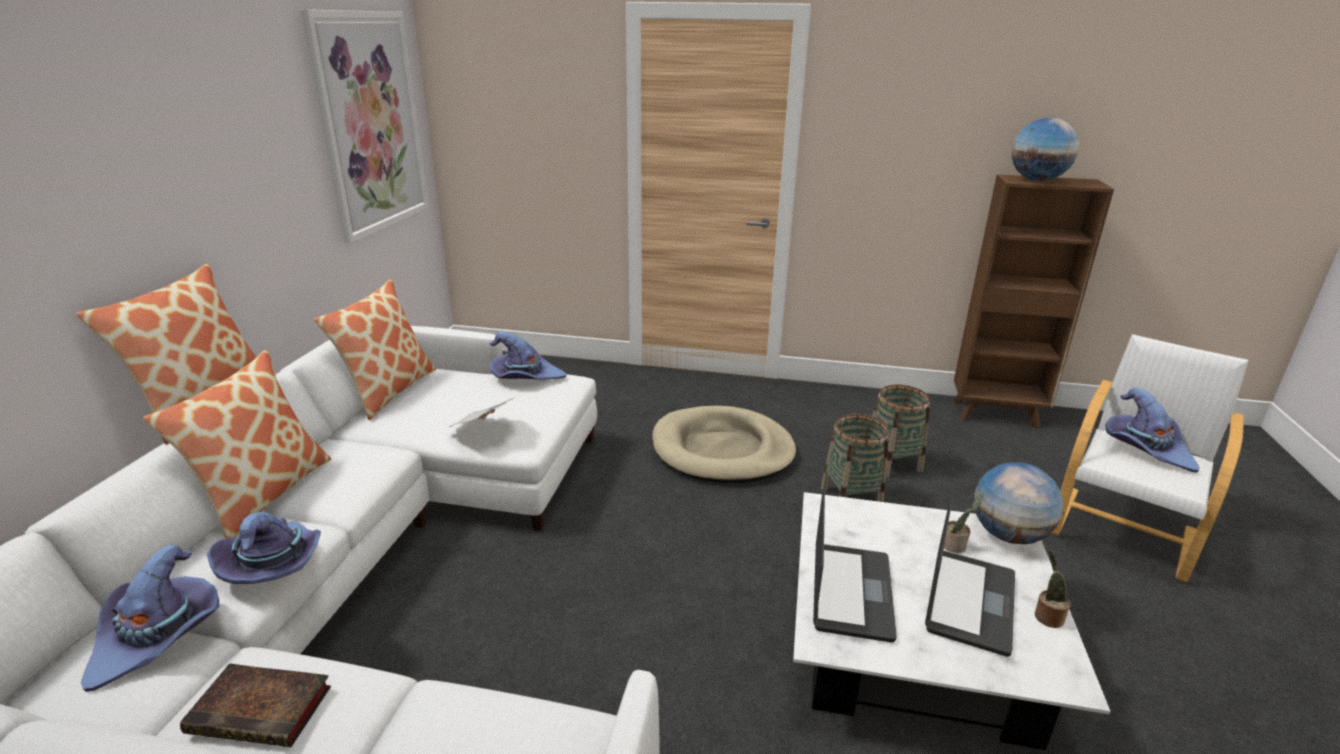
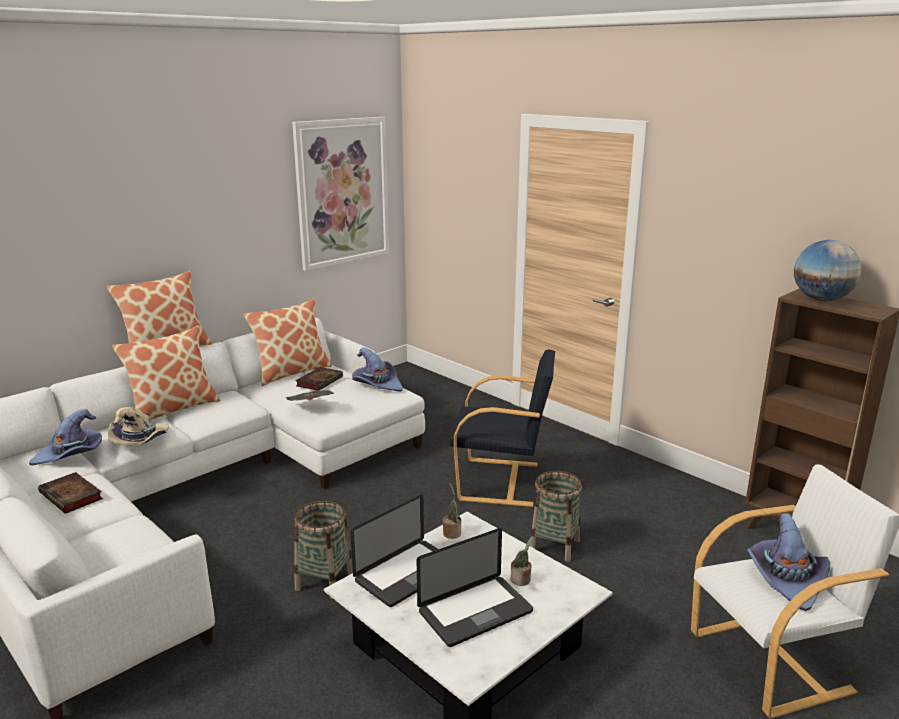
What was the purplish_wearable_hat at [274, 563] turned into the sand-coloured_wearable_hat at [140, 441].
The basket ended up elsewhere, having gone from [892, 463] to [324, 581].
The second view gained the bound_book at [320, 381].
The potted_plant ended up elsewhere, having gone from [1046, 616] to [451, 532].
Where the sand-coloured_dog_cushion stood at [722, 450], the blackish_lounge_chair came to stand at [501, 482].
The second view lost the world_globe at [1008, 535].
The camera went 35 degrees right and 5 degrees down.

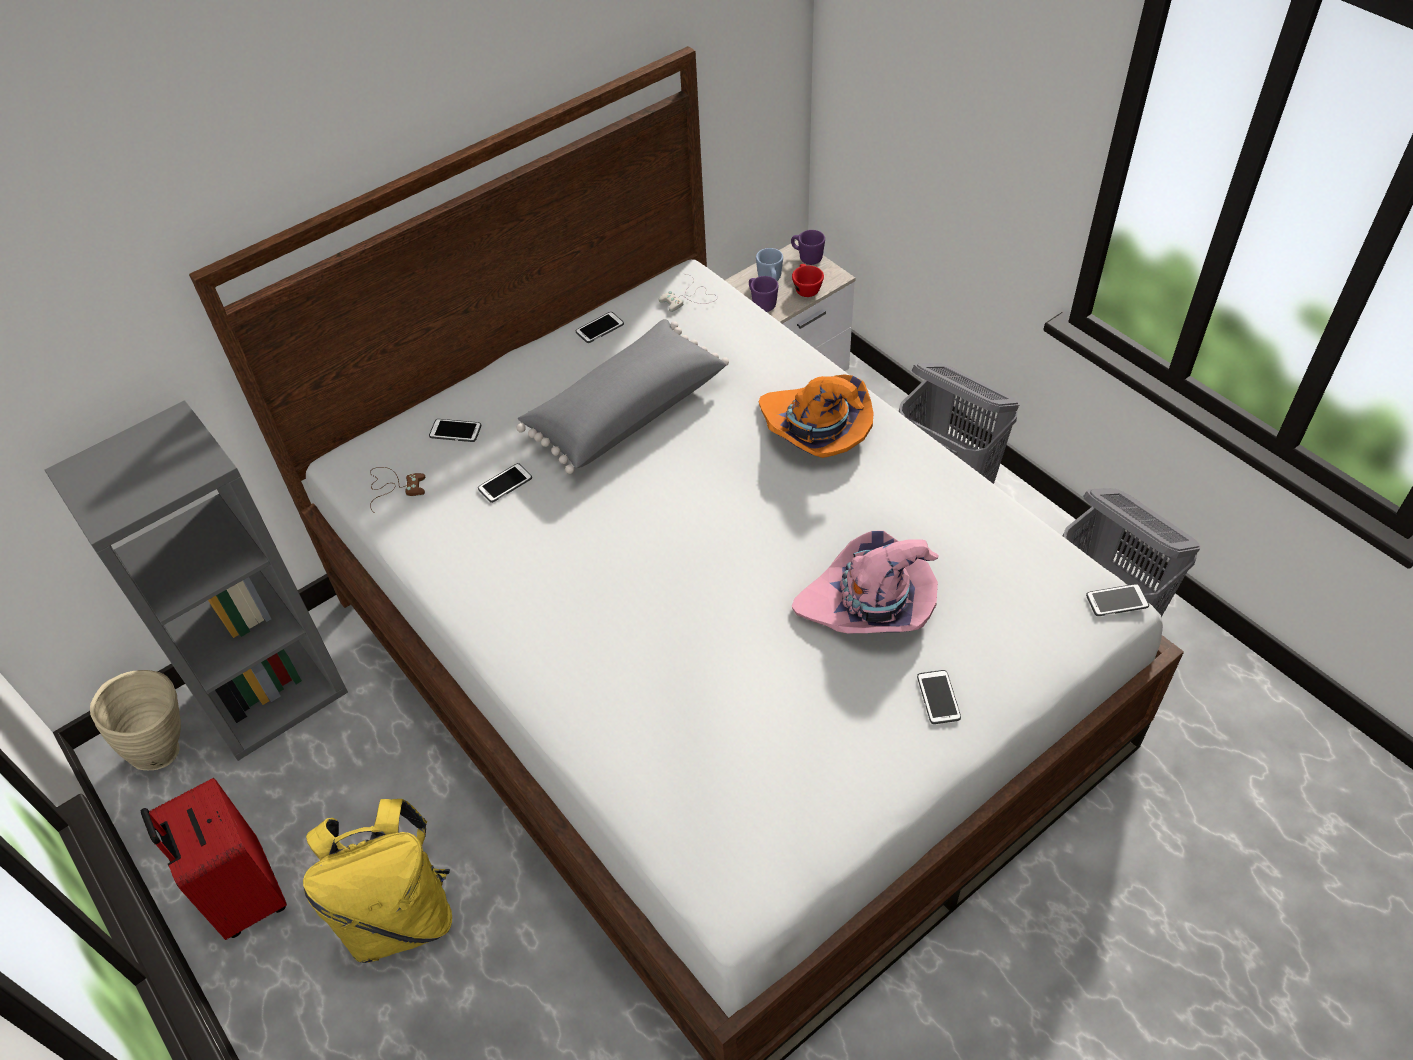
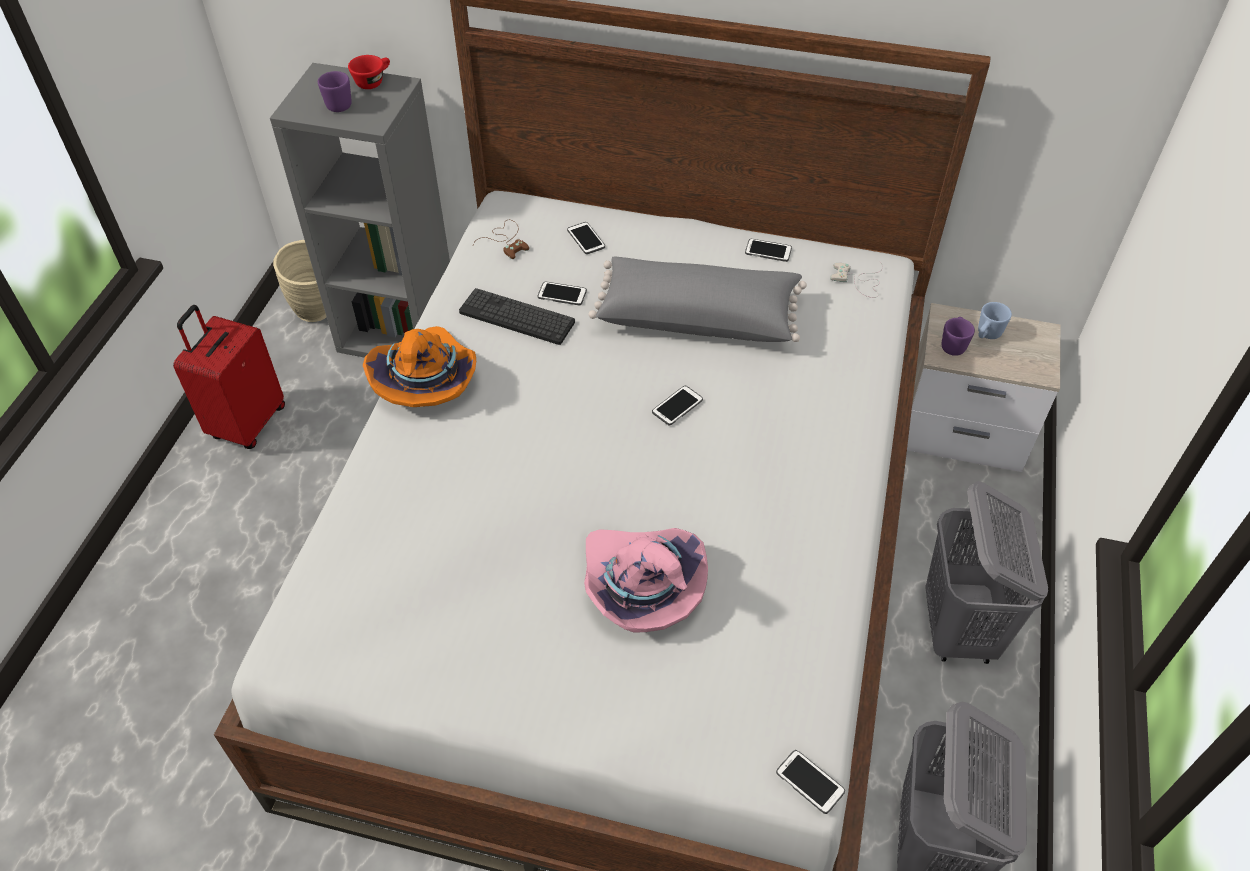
The purplish_tea_mug ended up elsewhere, having gone from [807, 258] to [339, 103].
The red-coloured_drinking_cup ended up elsewhere, having gone from [805, 288] to [373, 81].
The orangey_wearable_hat ended up elsewhere, having gone from [815, 430] to [426, 378].
The second view gained the keyboard at [517, 317].
The telephone ended up elsewhere, having gone from [938, 697] to [677, 406].
The second view lost the yellow-coloured_rucksack at [400, 915].
The camera went 50 degrees right and 0 degrees up.

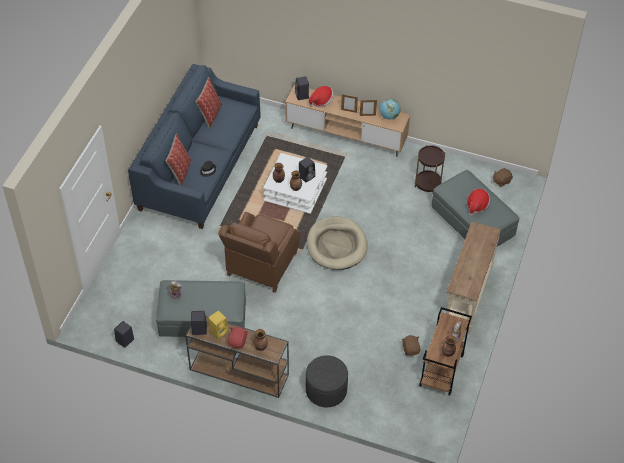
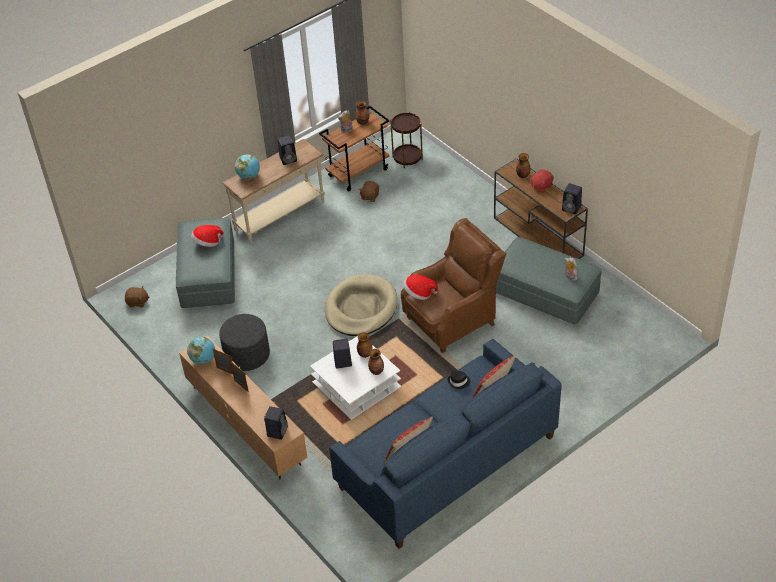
The grey_footrest ended up elsewhere, having gone from [326, 390] to [247, 354].
The second view gained the world_globe at [249, 176].
The blackish_loudspeaker ended up elsewhere, having gone from [124, 341] to [288, 159].
The brownish_side_table ended up elsewhere, having gone from [428, 183] to [407, 158].
The wearable_hat ended up elsewhere, having gone from [321, 101] to [419, 293].
The second view lost the yellow-coloured_loudspeaker at [219, 331].
The camera went 145 degrees left and 5 degrees down.

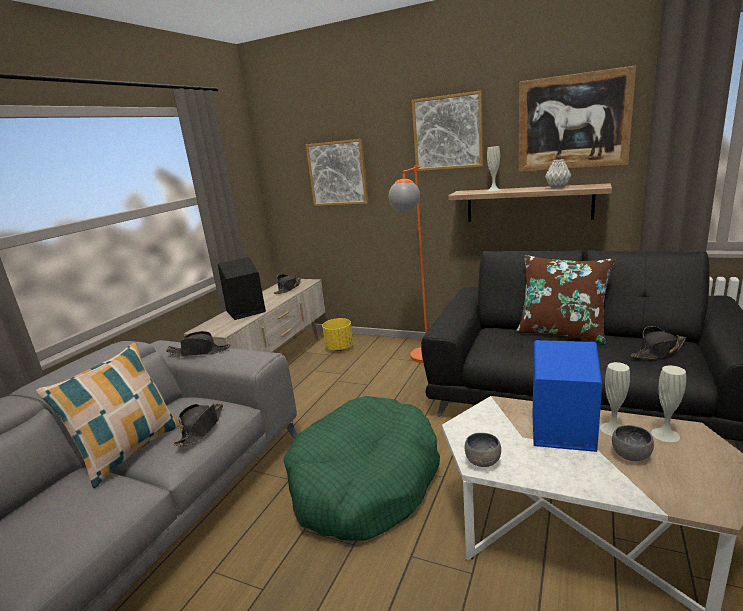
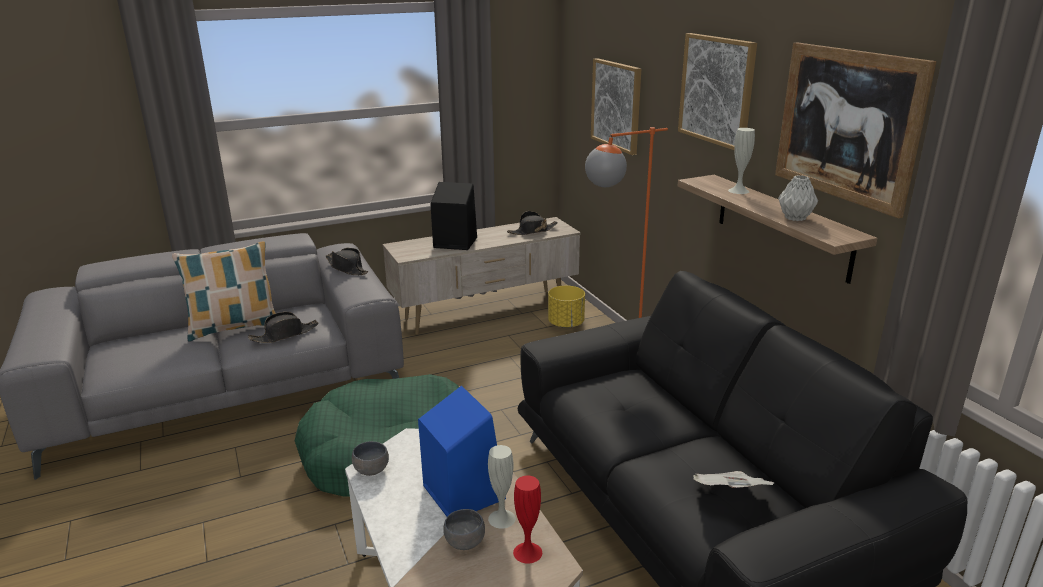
What was the white-coloured_flower_vase at [665, 434] turned into the red-coloured_flower_vase at [527, 552].
Where the blackish_wearable_hat stood at [658, 351], the daily_paper came to stand at [730, 497].
The second view lost the brownish_throw_pillow at [561, 332].
The camera went 40 degrees right and 5 degrees up.

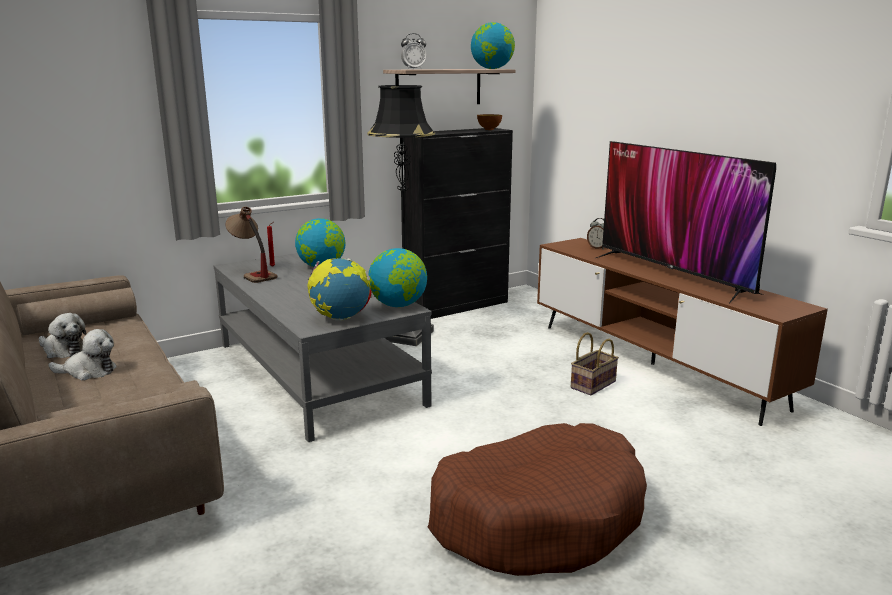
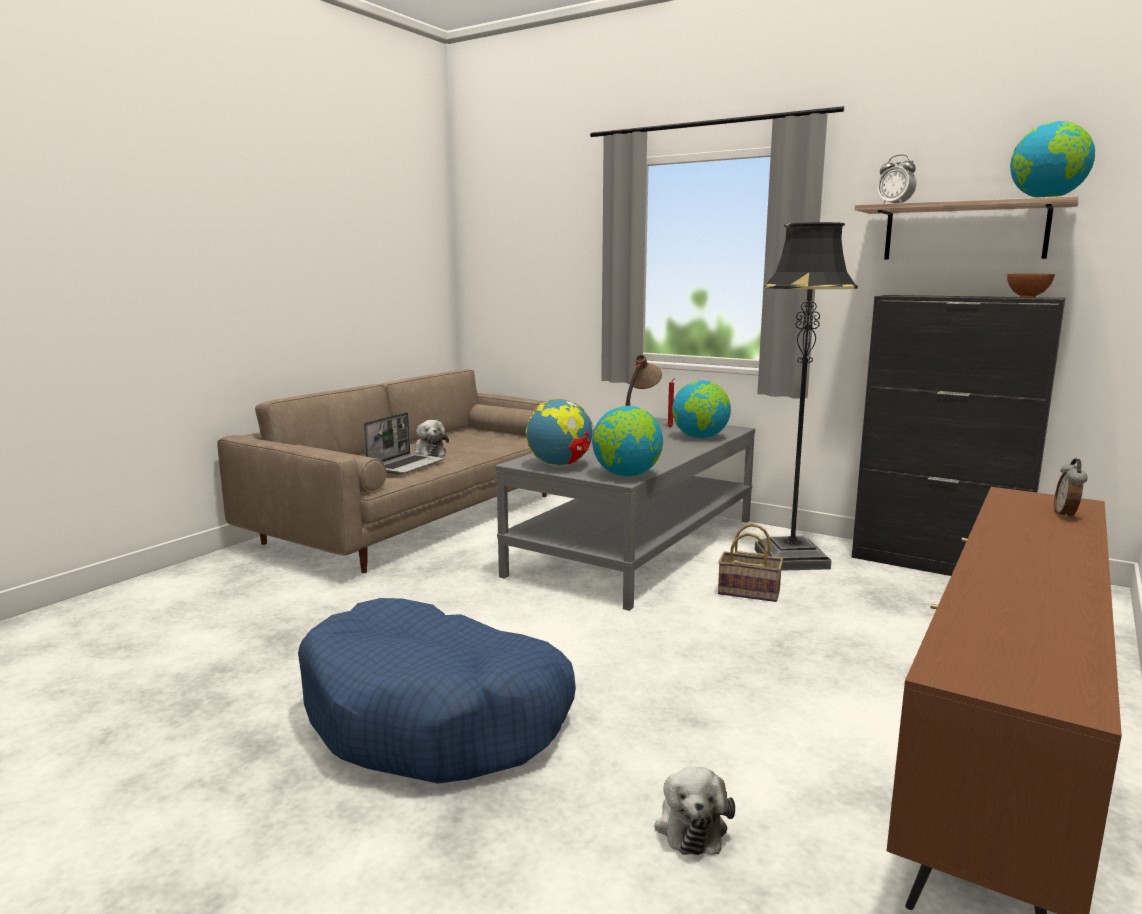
What was the brownish_dog_cushion at [537, 517] turned into the bluish_dog_cushion at [435, 717].
The second view gained the laptop at [406, 465].
The soft_toy ended up elsewhere, having gone from [63, 351] to [690, 825].
The basket ended up elsewhere, having gone from [593, 384] to [750, 592].
The second view lost the television at [673, 274].
The camera went 65 degrees right and 5 degrees down.

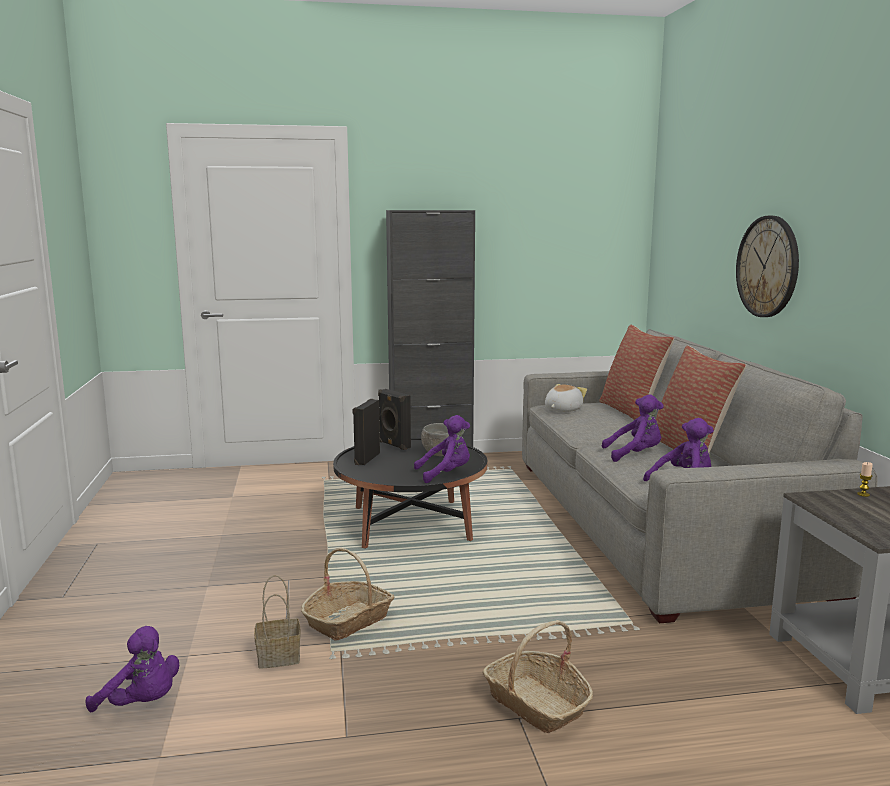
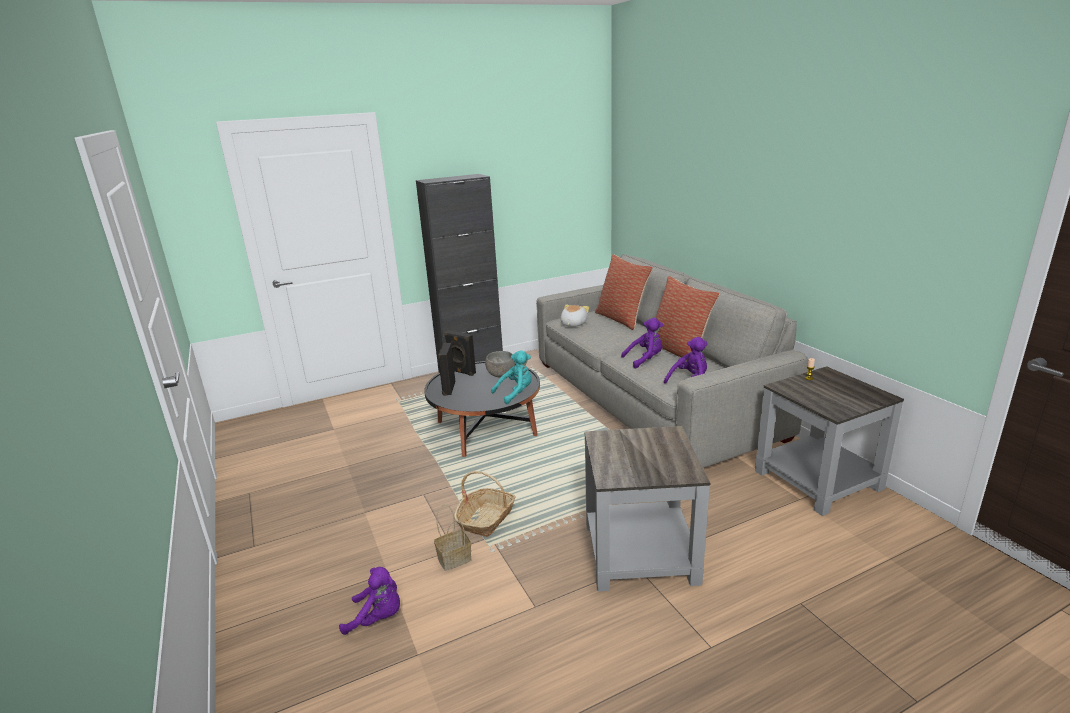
What was the purplish_soft_toy at [446, 474] turned into the blue-green_soft_toy at [516, 393].
Where the basket stood at [537, 703], the grey_side_table came to stand at [642, 553].
The second view lost the hanging_clock at [768, 266].
The camera went 15 degrees left and 10 degrees up.

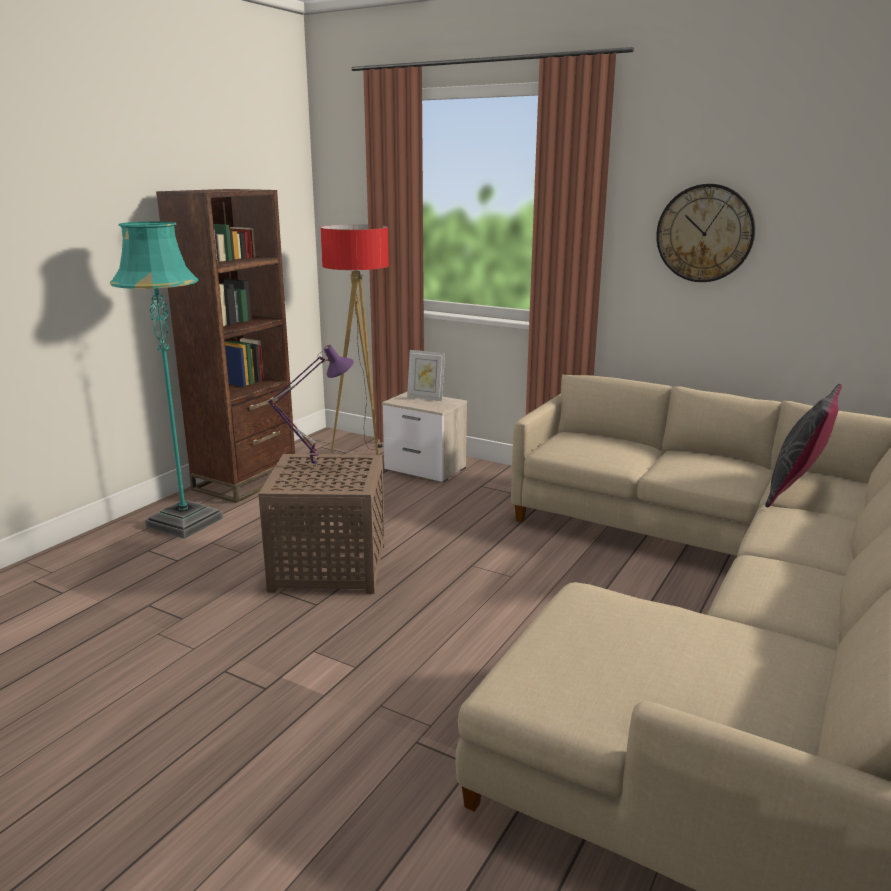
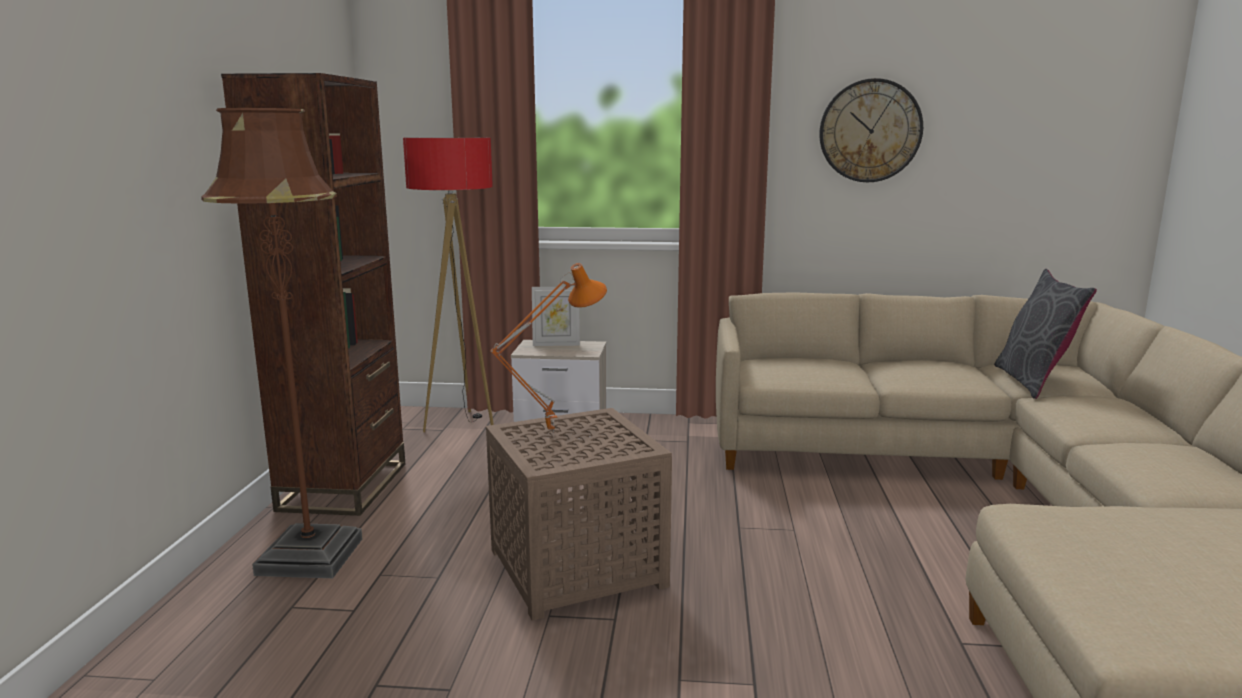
What was the blue-green_floor_lamp at [185, 523] turned into the brownish_floor_lamp at [310, 556].
What was the purplish_lamp_for_a_table at [315, 465] turned into the orangey_lamp_for_a_table at [550, 432].
The camera went 25 degrees left and 5 degrees down.

